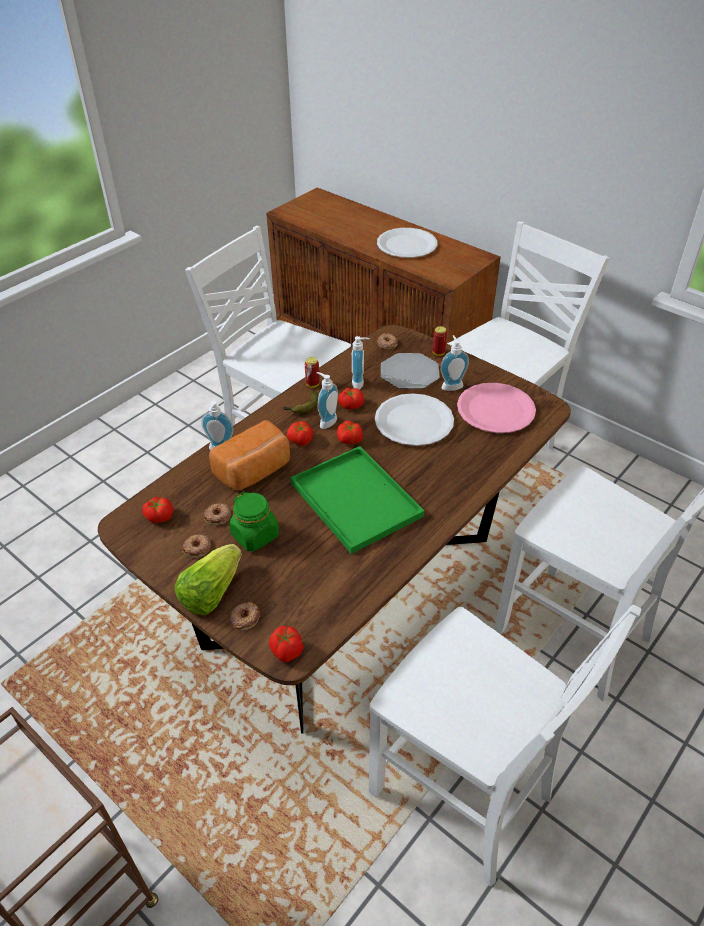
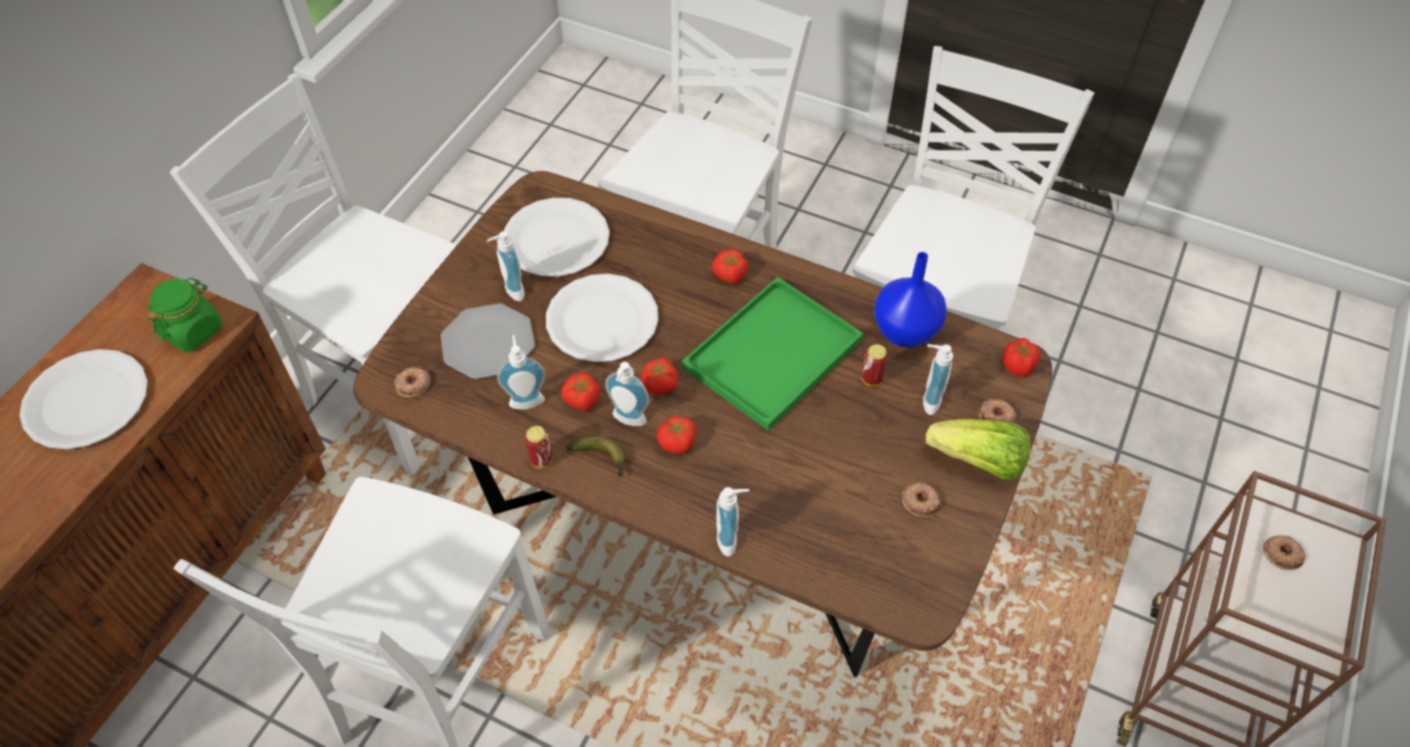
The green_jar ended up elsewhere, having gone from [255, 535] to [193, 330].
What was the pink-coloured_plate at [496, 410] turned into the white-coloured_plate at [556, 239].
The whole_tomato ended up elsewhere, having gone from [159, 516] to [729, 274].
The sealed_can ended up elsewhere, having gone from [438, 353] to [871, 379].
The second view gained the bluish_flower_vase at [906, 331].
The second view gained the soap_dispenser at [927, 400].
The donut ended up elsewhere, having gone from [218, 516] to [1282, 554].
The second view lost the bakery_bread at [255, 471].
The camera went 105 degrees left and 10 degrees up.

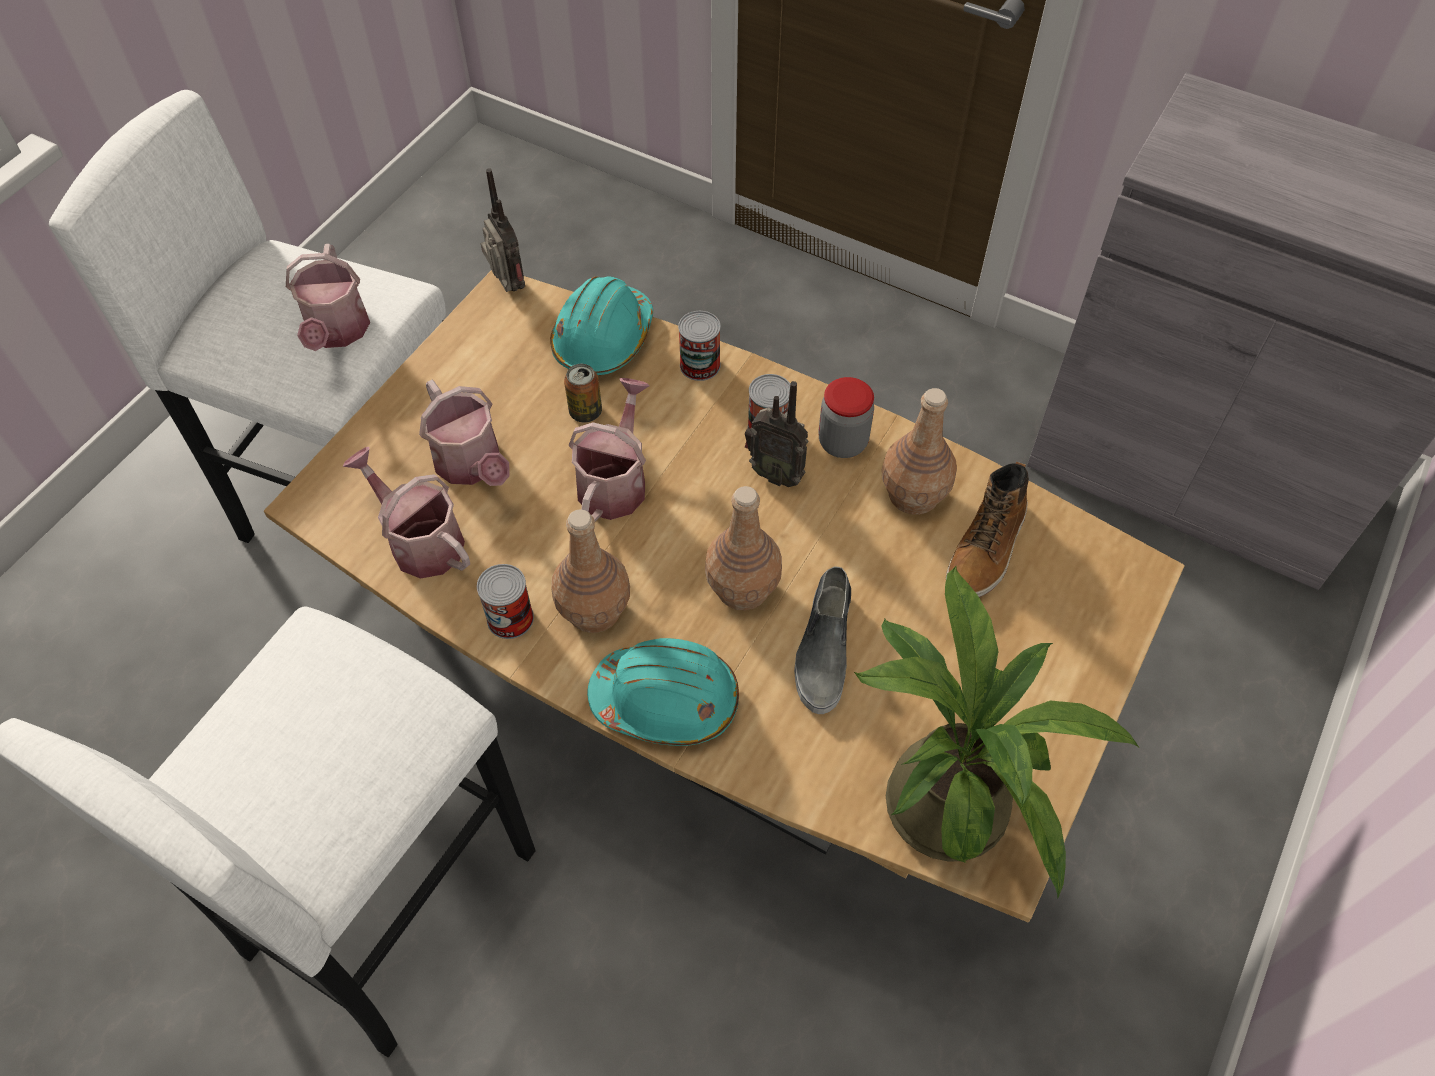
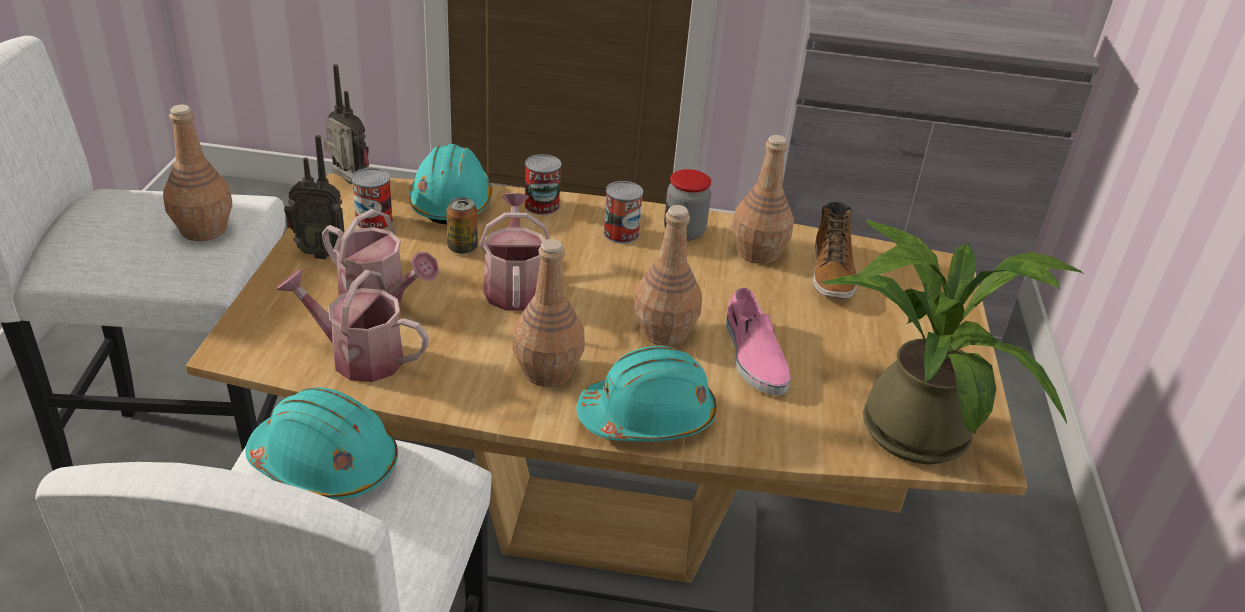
Where the sprinkling_can stood at [337, 332], the brownish_beverage_bottle came to stand at [203, 230].
The second view gained the blue-green_work_helmet at [325, 464].
The radio ended up elsewhere, having gone from [776, 473] to [320, 252].
The sealed_can ended up elsewhere, having gone from [510, 618] to [374, 221].
What was the grey_item_of_footwear at [823, 649] turned into the pink-coloured_item_of_footwear at [753, 356].
The camera went 25 degrees left and 20 degrees down.

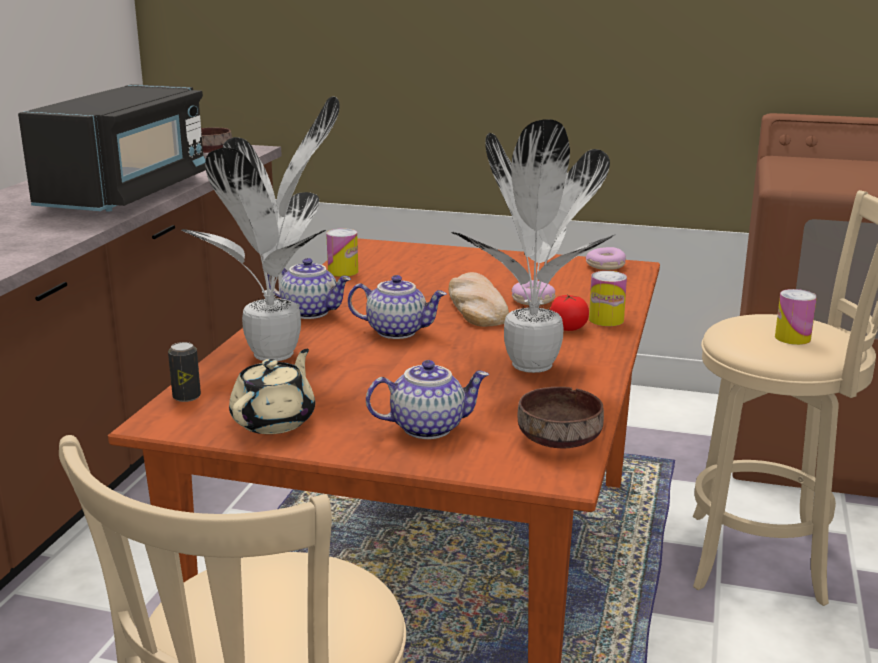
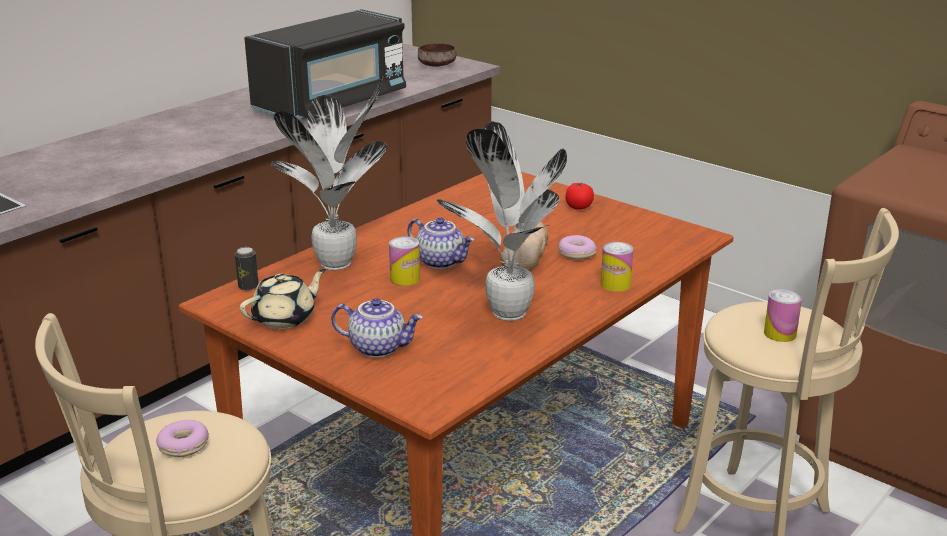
The donut ended up elsewhere, having gone from [606, 266] to [184, 446].
The sealed_can ended up elsewhere, having gone from [343, 271] to [405, 278].
The whole_tomato ended up elsewhere, having gone from [568, 328] to [579, 207].
The second view lost the pot_for_tea at [311, 312].
The second view lost the brownish_deep_dish at [557, 439].
The camera went 25 degrees right and 5 degrees up.

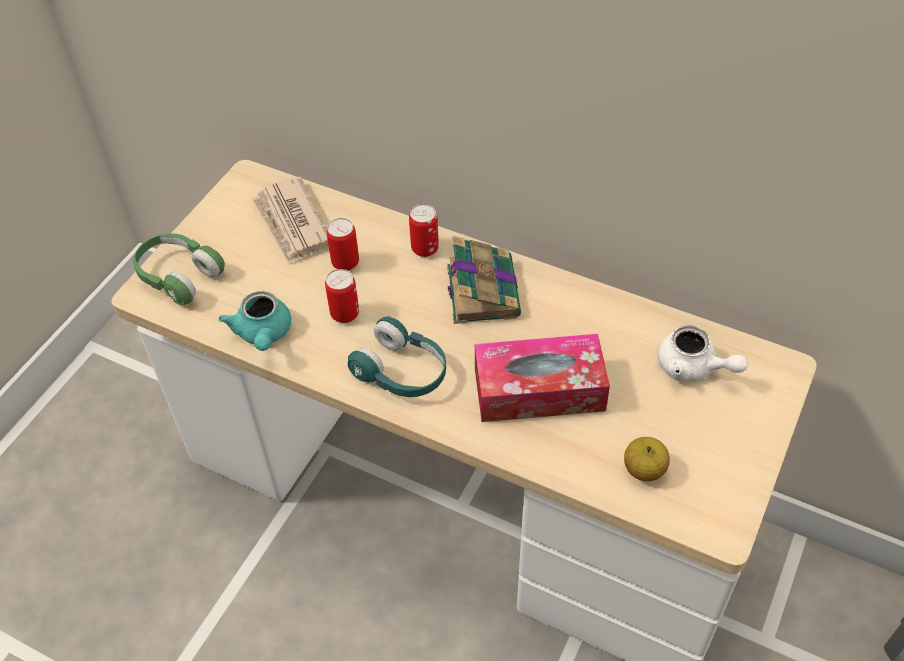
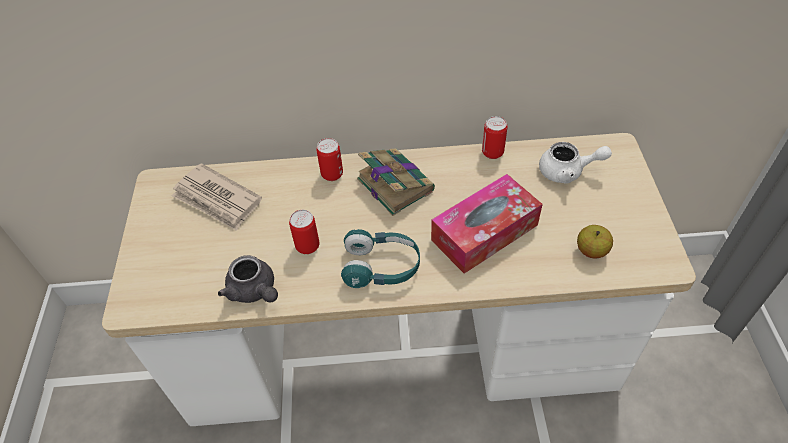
What was the blue-green_pot_for_tea at [263, 334] turned into the grey_pot_for_tea at [254, 291].
The sealed_can ended up elsewhere, having gone from [345, 263] to [492, 152].
The second view lost the green_pair_of_headphones at [179, 276].
The camera went 30 degrees left and 0 degrees up.

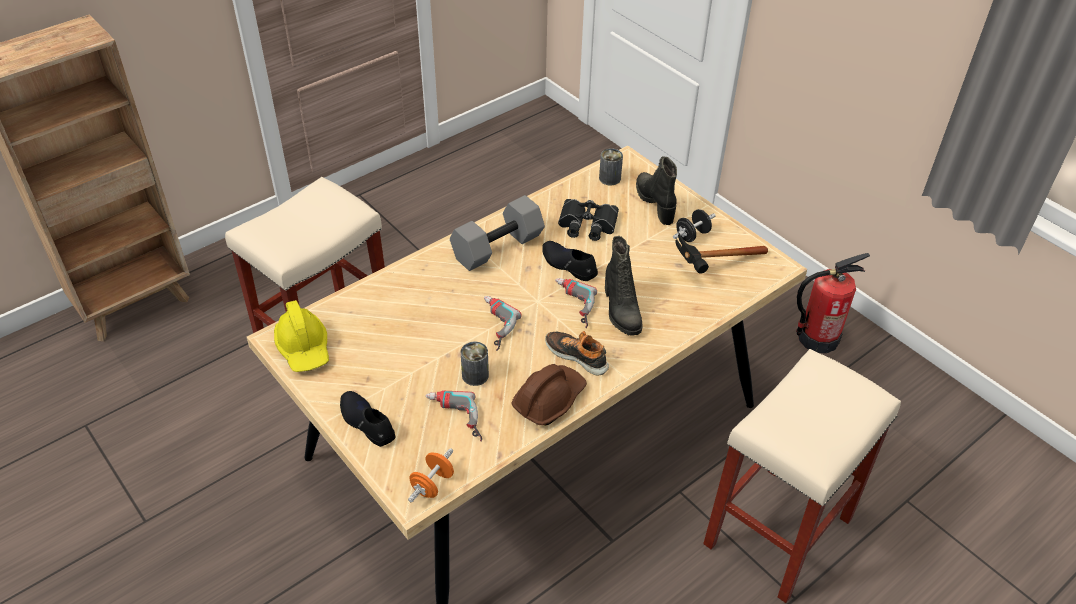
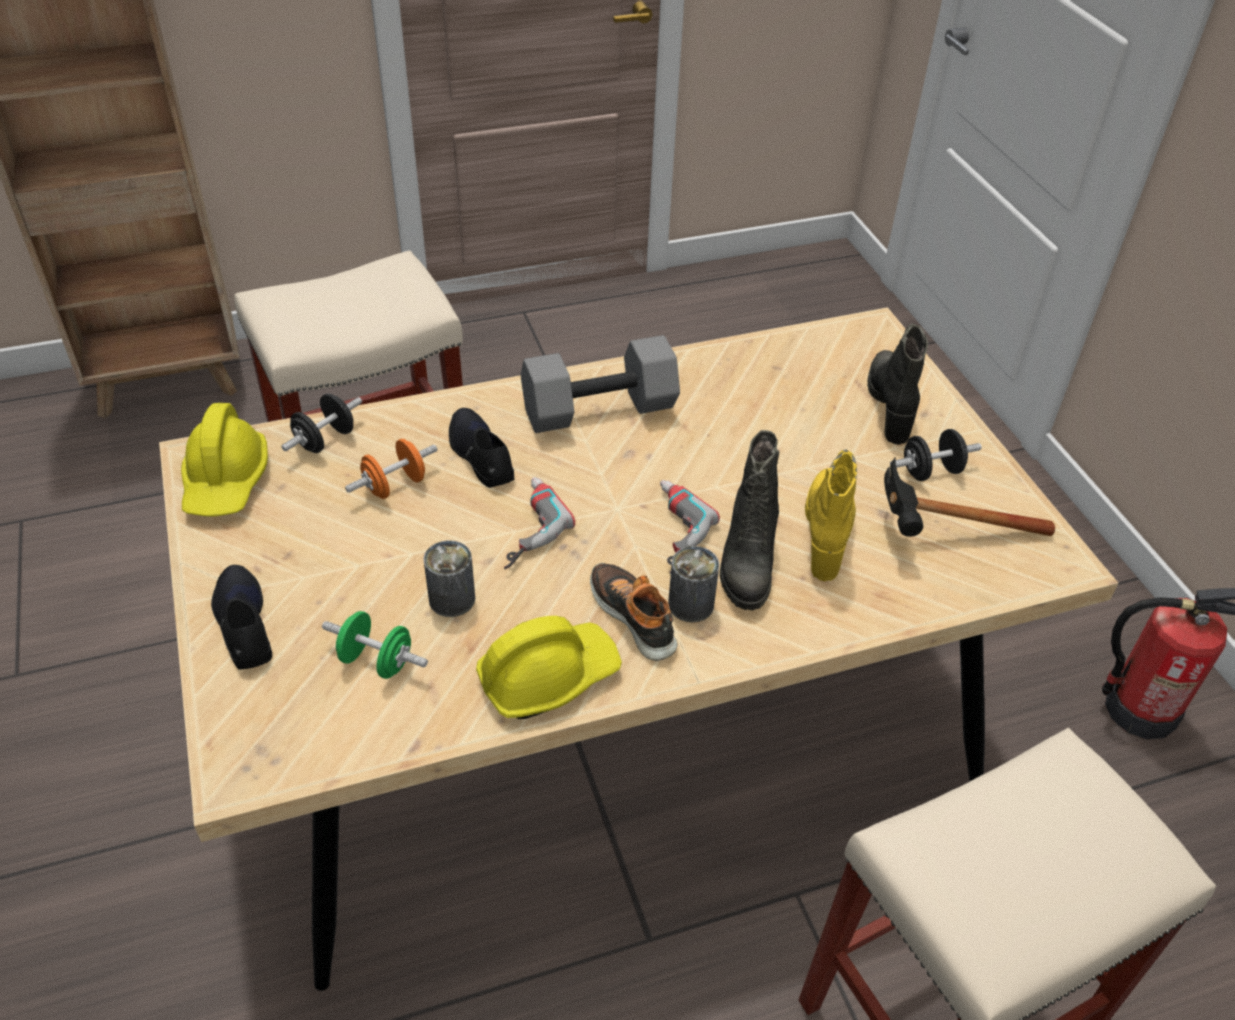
The second view gained the blackish_hand_weight at [325, 440].
Where the power_drill stood at [453, 419], the green_hand_weight came to stand at [376, 661].
The orangey_hand_weight ended up elsewhere, having gone from [432, 484] to [395, 485].
The blackish_item_of_footwear ended up elsewhere, having gone from [568, 265] to [480, 455].
What was the brownish_work_helmet at [549, 400] turned into the yellow-coloured_work_helmet at [548, 676].
The sealed_can ended up elsewhere, having gone from [609, 178] to [691, 604].
The second view gained the yellow-coloured_high-top_boot at [827, 532].
The second view lost the blackish_field_glasses at [586, 224].
The camera went 20 degrees right and 0 degrees up.

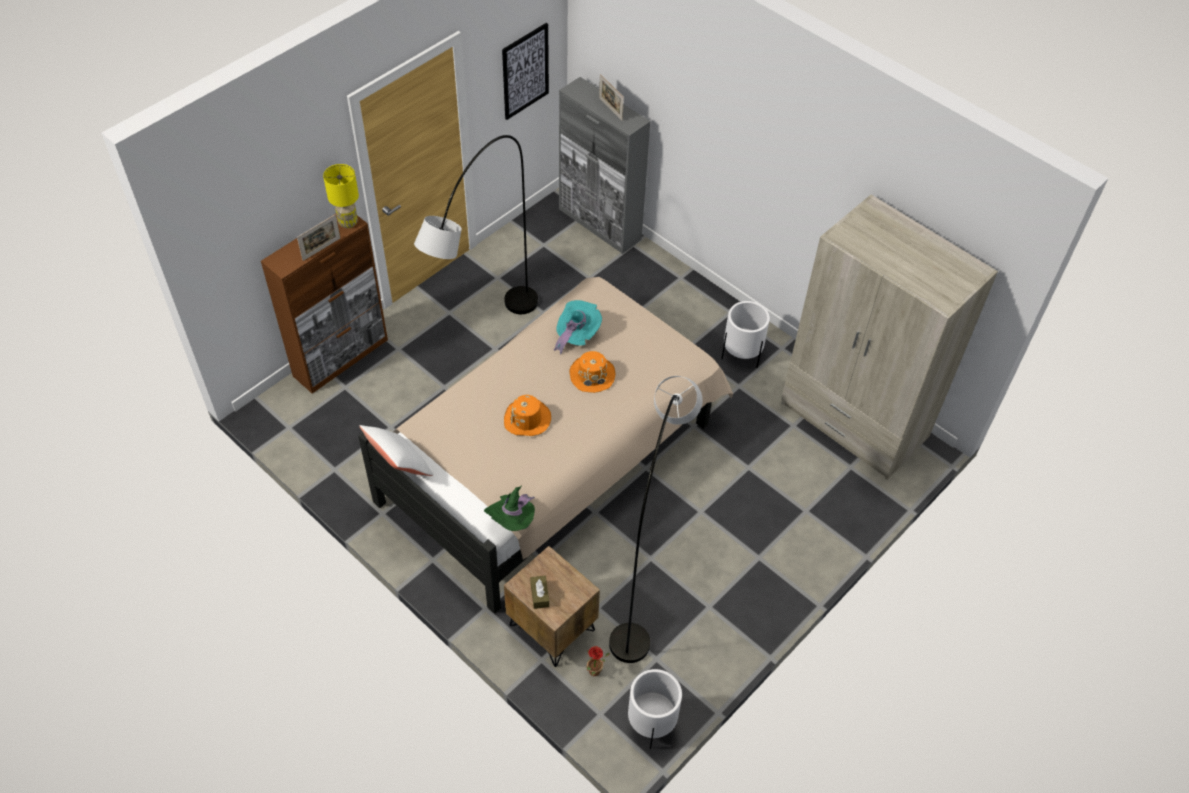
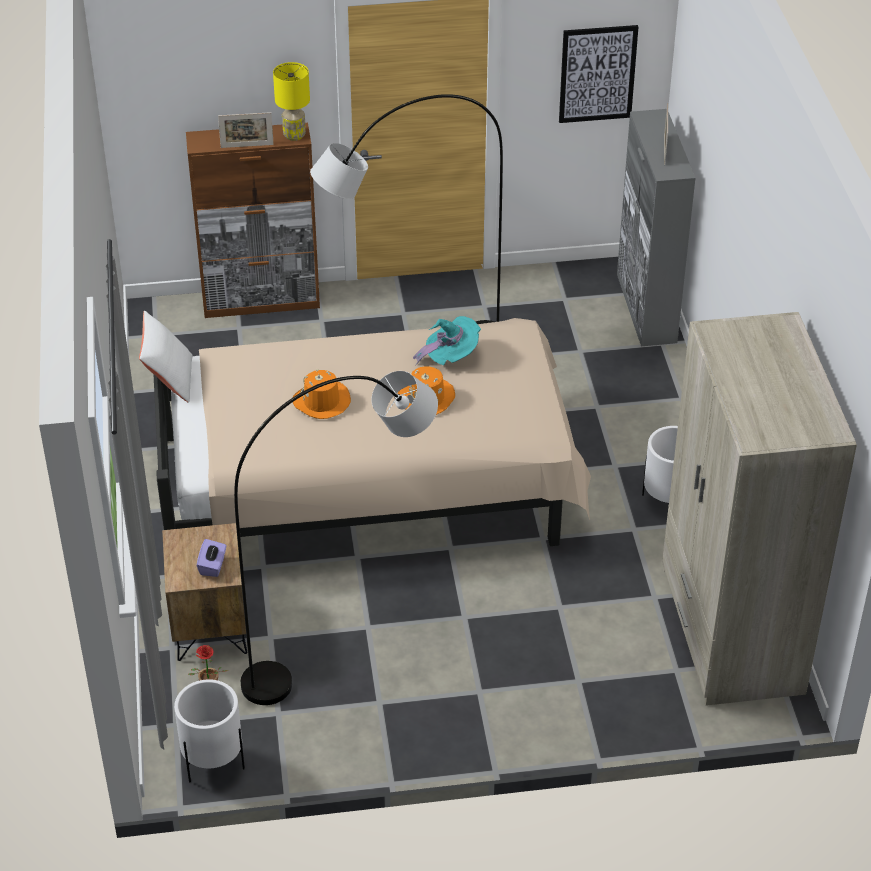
The second view gained the purplish_tissue_box at [213, 566].
The second view lost the green_wearable_hat at [513, 520].
The second view lost the brownish_tissue_box at [539, 595].
The camera went 40 degrees right and 10 degrees down.

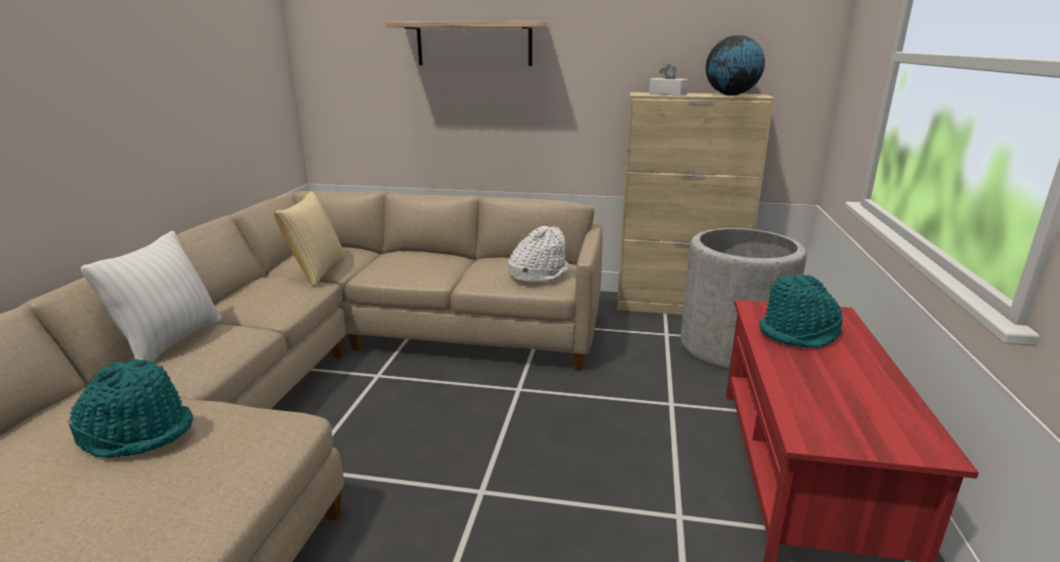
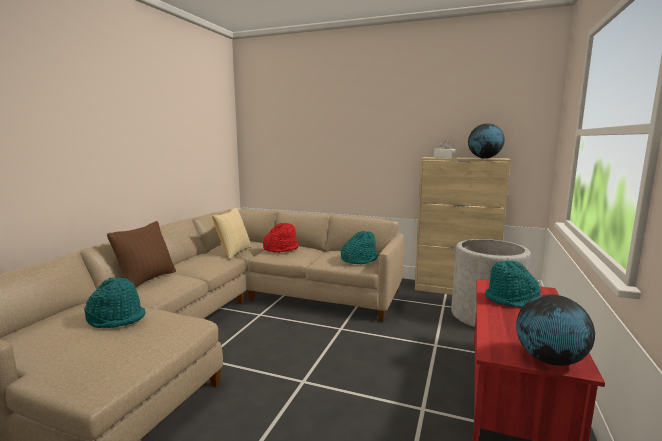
What was the white-coloured_throw_pillow at [171, 341] turned into the brownish_throw_pillow at [147, 280].
The second view gained the red-coloured_wearable_hat at [281, 249].
What was the white-coloured_wearable_hat at [538, 273] turned into the blue-green_wearable_hat at [359, 259].
The second view gained the world_globe at [549, 360].
The second view lost the bracket_shelf at [474, 44].
The camera went 10 degrees right and 10 degrees down.

